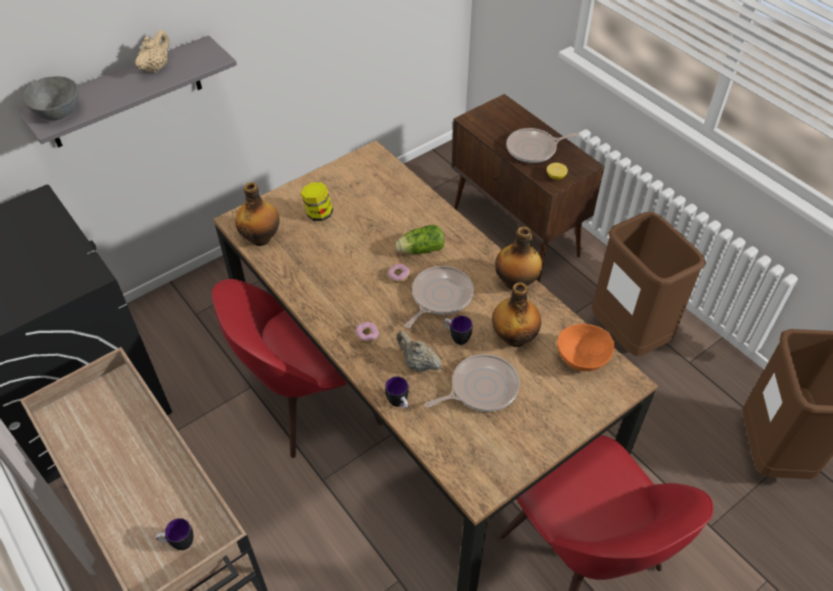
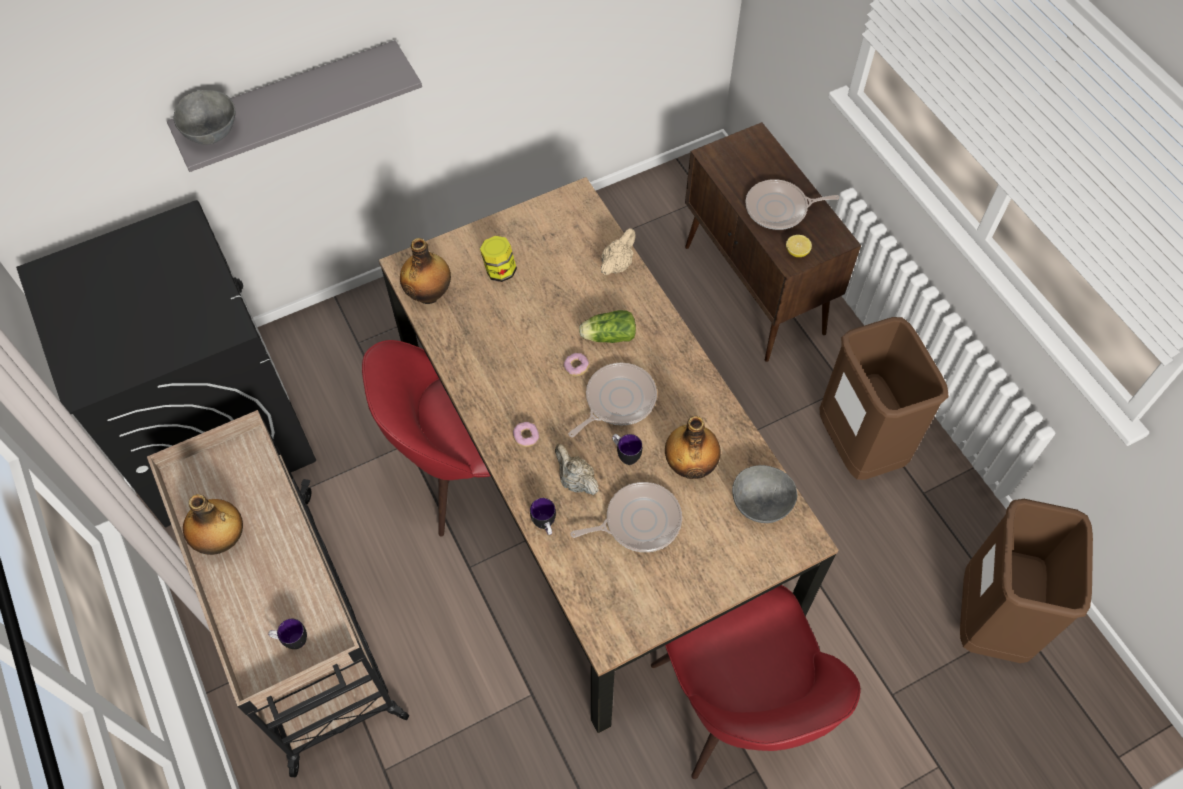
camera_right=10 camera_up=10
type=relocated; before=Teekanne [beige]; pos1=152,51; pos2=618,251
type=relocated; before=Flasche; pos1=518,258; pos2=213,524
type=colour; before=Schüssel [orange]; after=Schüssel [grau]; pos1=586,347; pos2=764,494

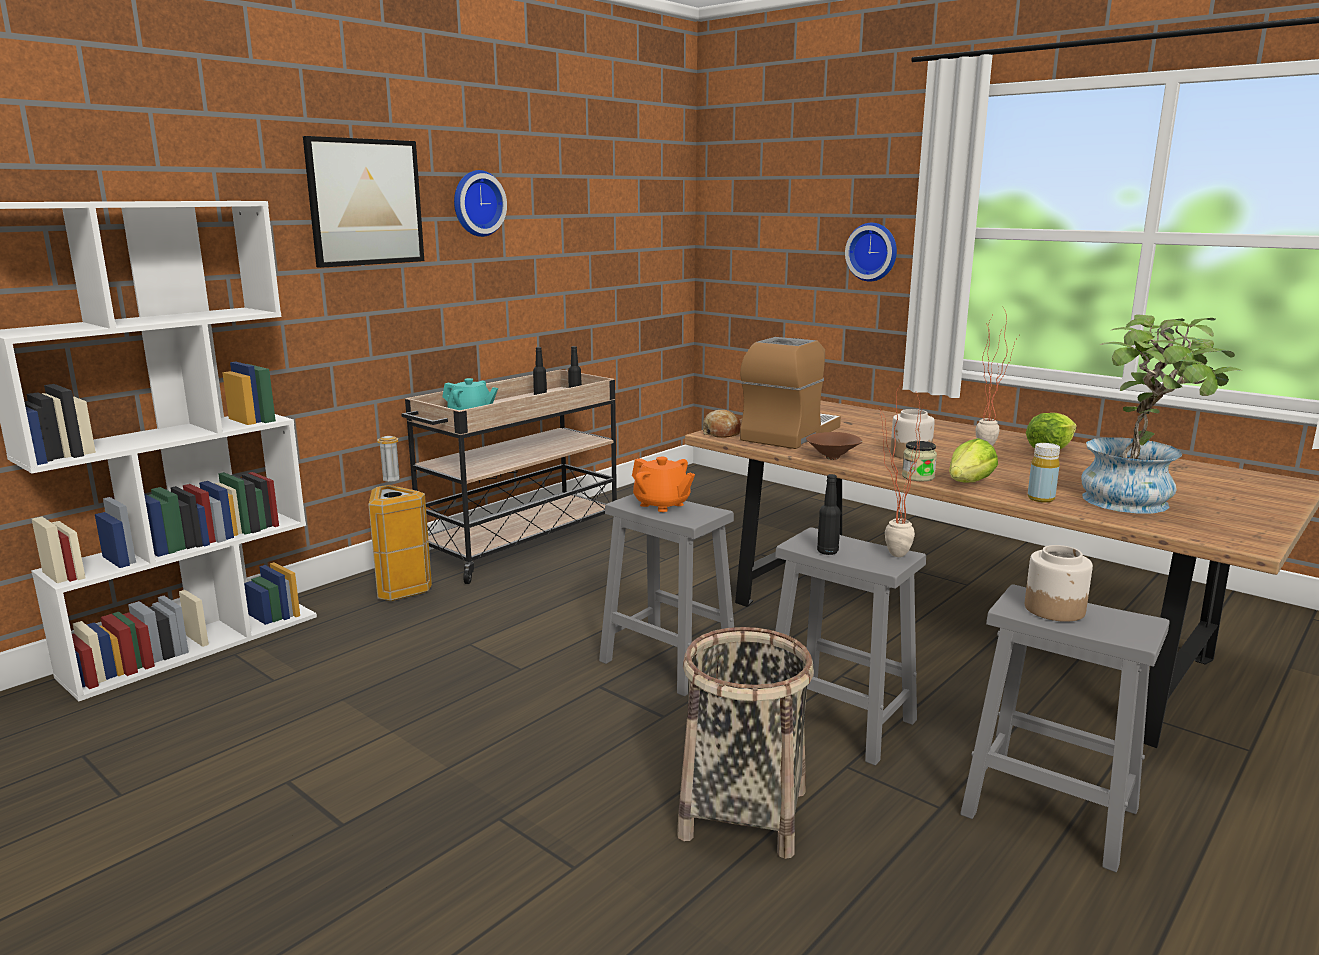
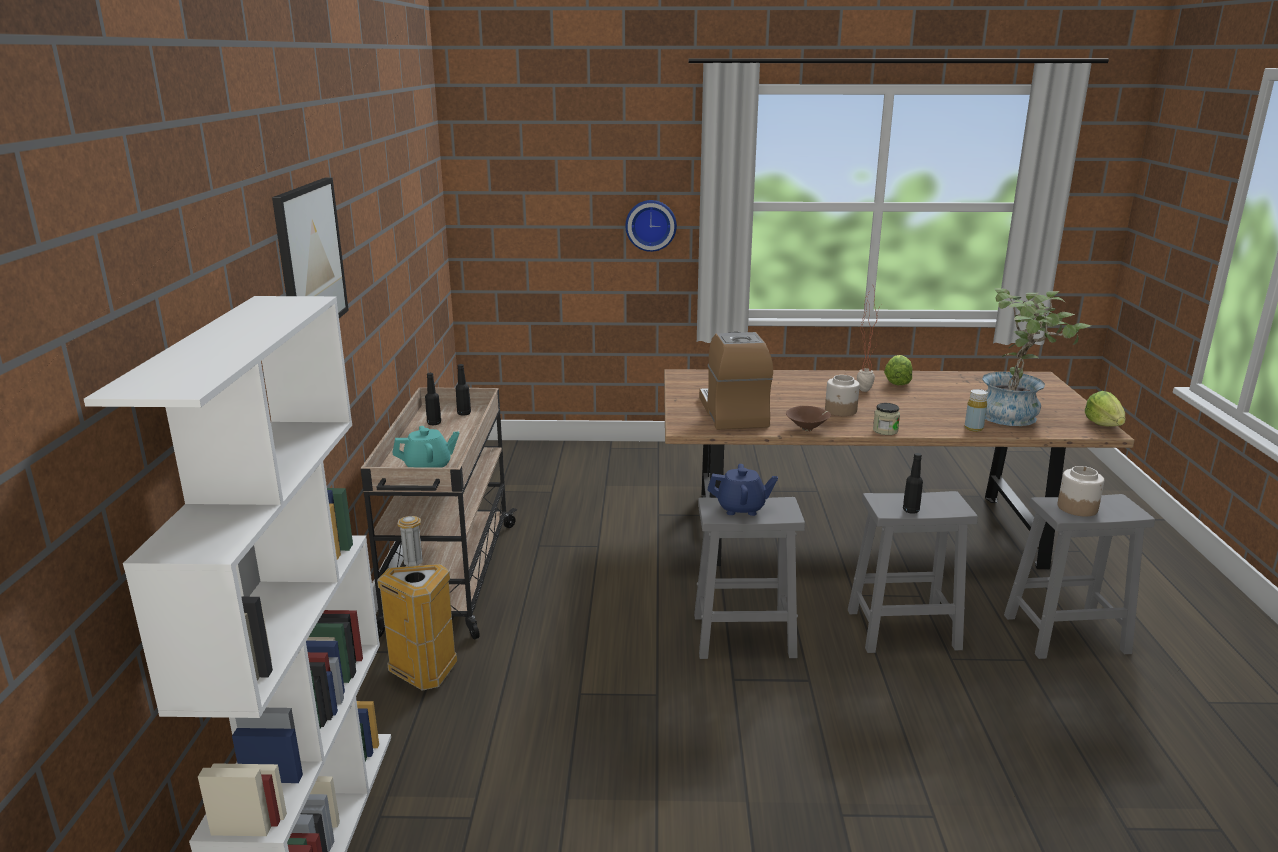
camera_right=-40 camera_up=5
type=missing; before=Wanduhr; pos1=480,203
type=missing; before=Topfpflanze; pos1=901,468
type=missing; before=Brot; pos1=722,424
type=relocated; before=Salatkopf; pos1=973,460; pos2=1105,408
type=colour; before=Teekanne [orange]; after=Teekanne [blau]; pos1=663,484; pos2=743,490
type=missing; before=Korb; pos1=745,743

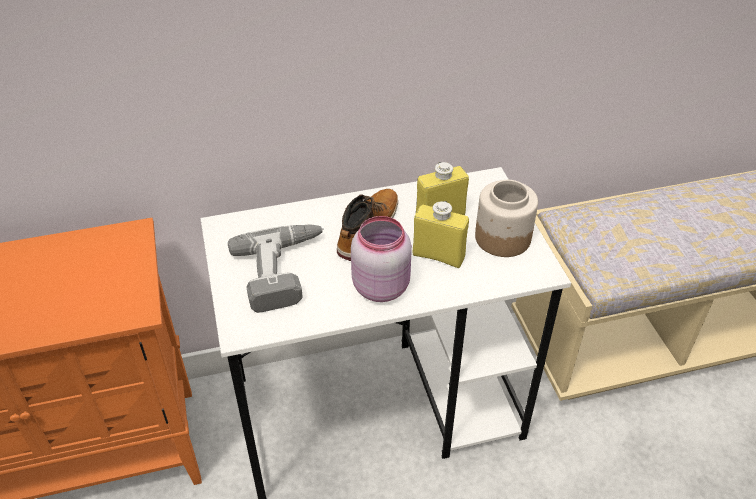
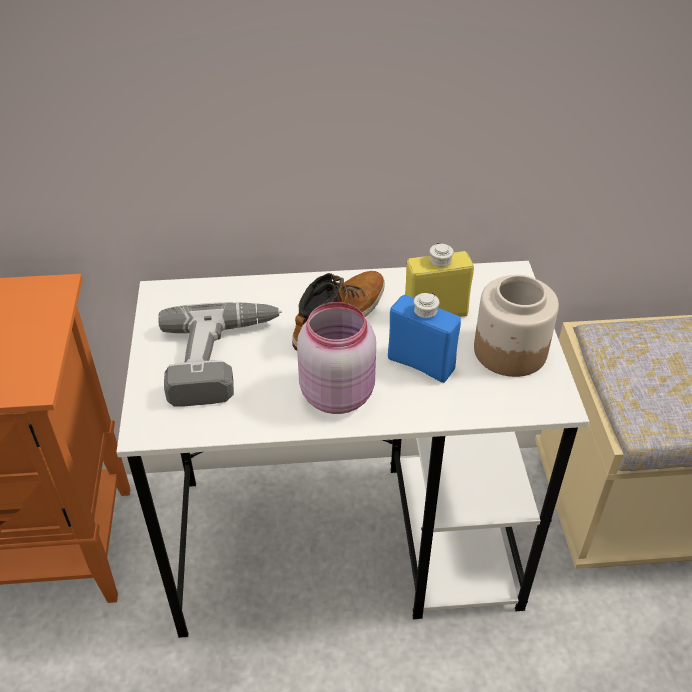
camera_right=10 camera_up=0
type=colour; before=Flasche [gelb]; after=Flasche [blau]; pos1=441,234; pos2=424,338

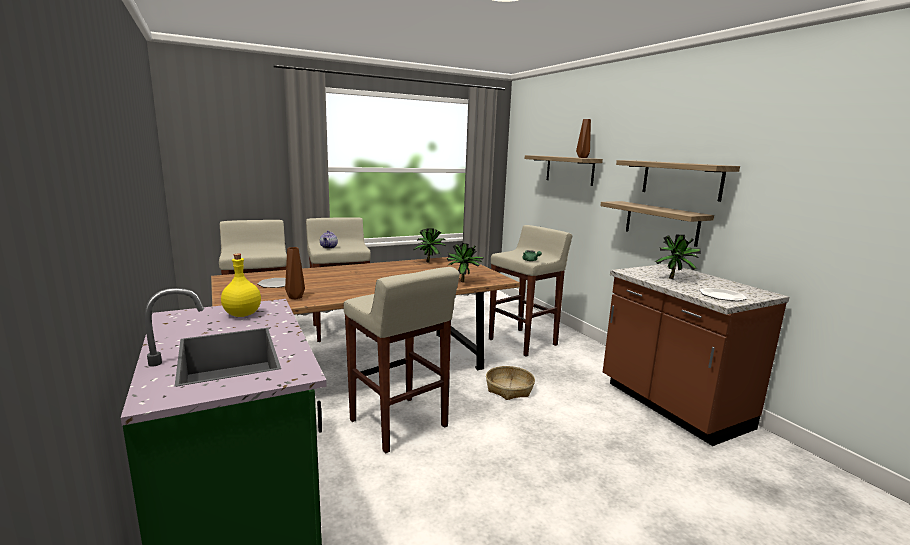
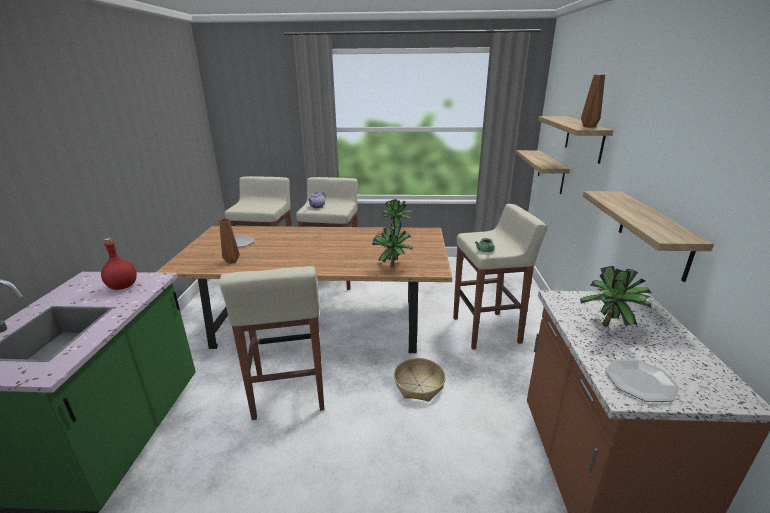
camera_right=30 camera_up=10
type=relocated; before=Wandregal; pos1=678,181; pos2=543,172
type=colour; before=Flasche [gelb]; after=Flasche [rot]; pos1=241,285; pos2=119,264

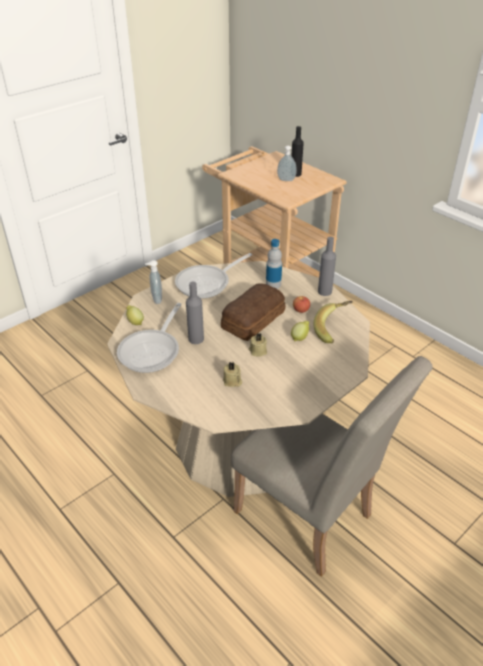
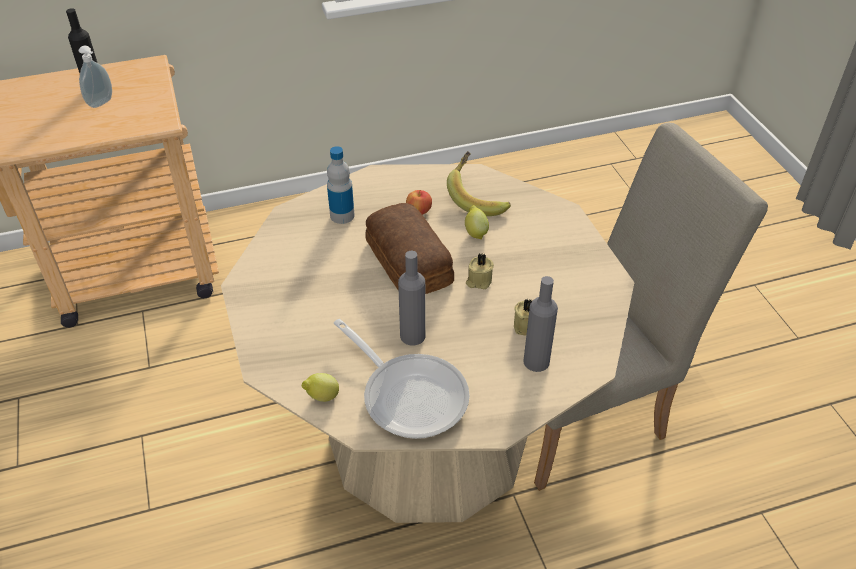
camera_right=-65 camera_up=5
type=relocated; before=Flasche [grau]; pos1=327,266; pos2=540,324
type=missing; before=Pfanne; pos1=213,276
type=missing; before=Seifenspender; pos1=153,282

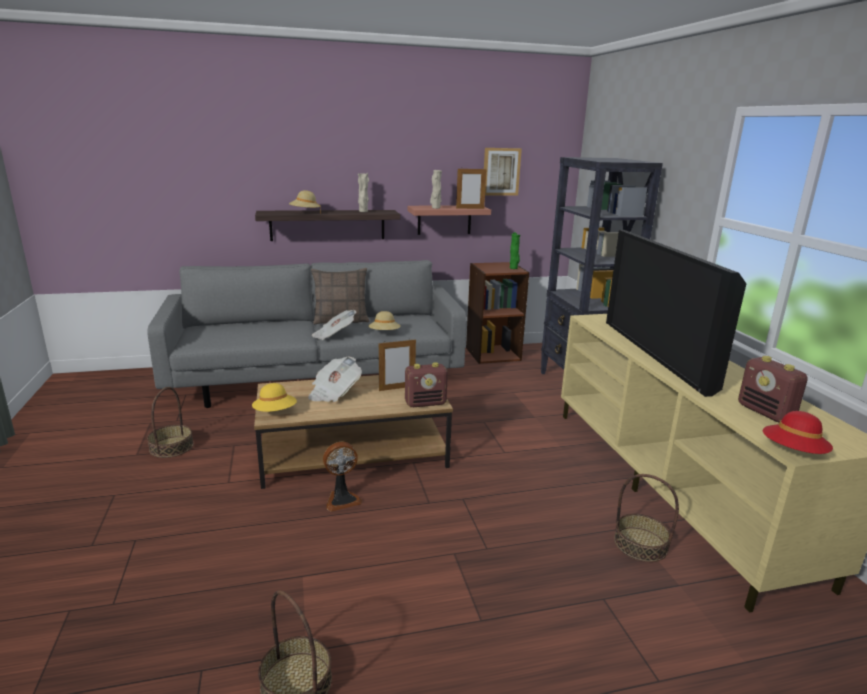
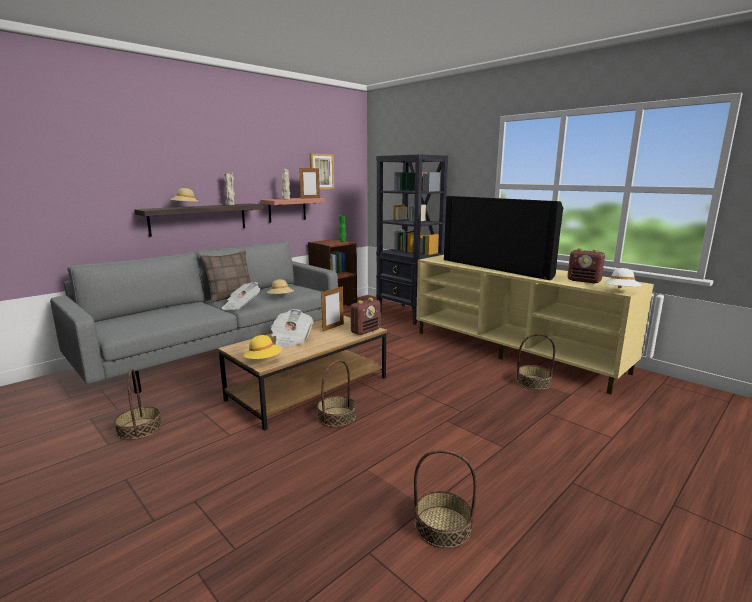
camera_right=-30 camera_up=-5
type=colour; before=Hut [rot]; after=Hut [weiß]; pos1=798,432; pos2=623,278
type=exchanged; before=Ventilator; after=Korb; pos1=343,477; pos2=336,393

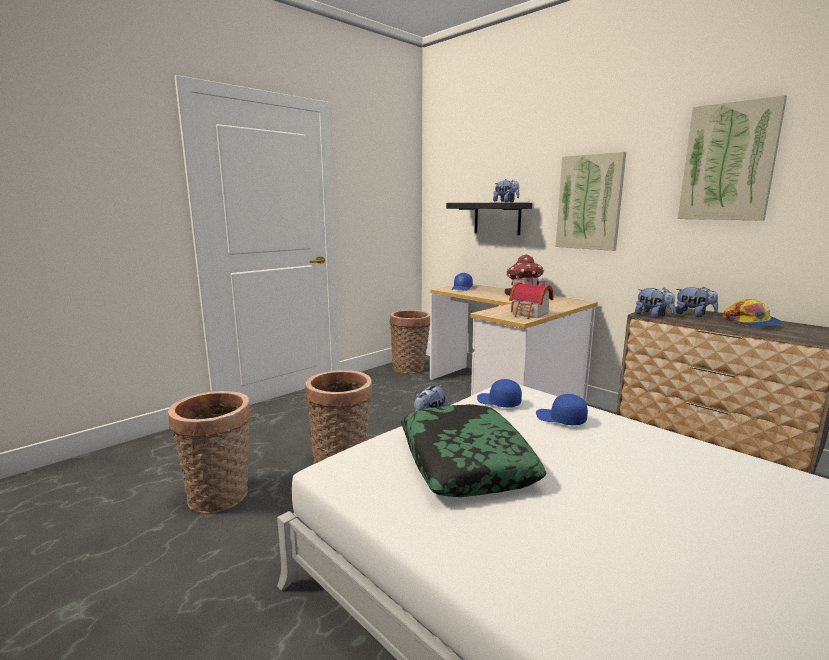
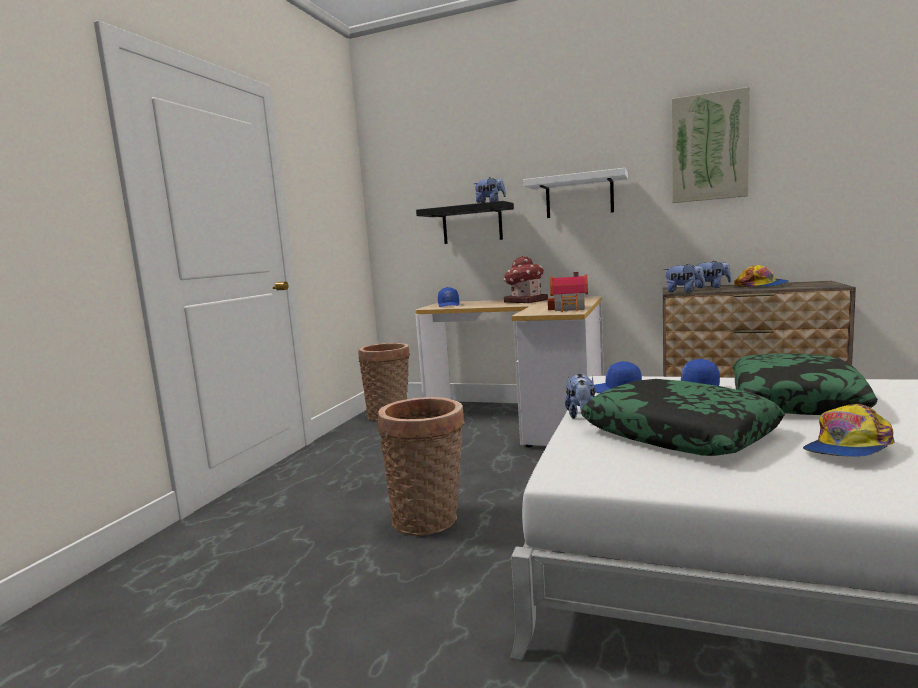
camera_right=-25 camera_up=-5
type=exchanged; before=Bild; after=Wandregal [weiß]; pos1=591,201; pos2=576,193
type=missing; before=Korb; pos1=209,452
type=appeared; after=Kissen; pos2=805,384
type=appeared; after=Kappe; pos2=849,430

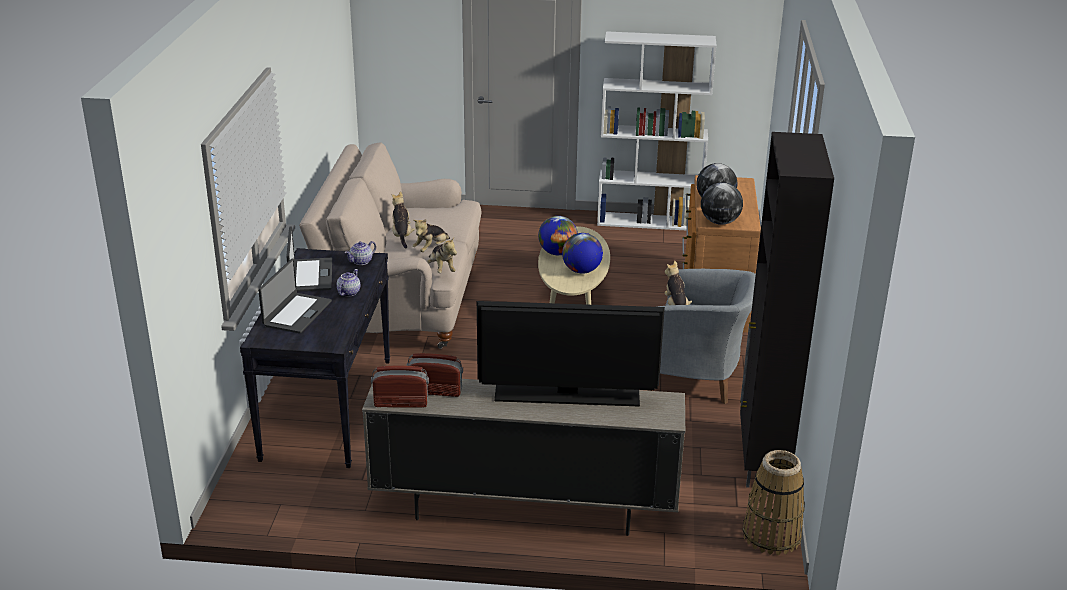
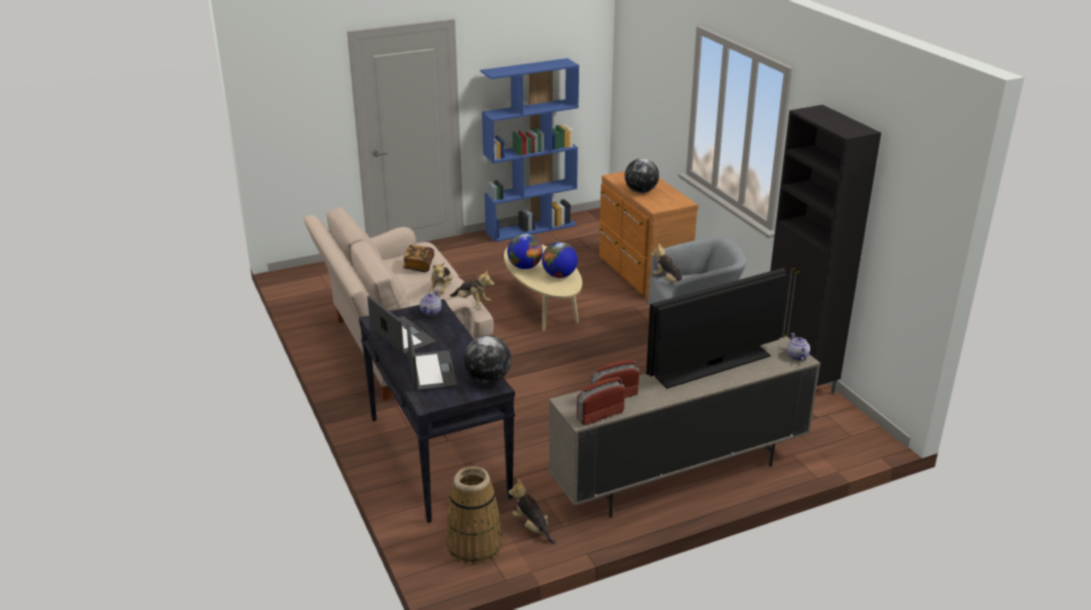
camera_right=-30 camera_up=0
type=colour; before=Bücherregal [weiß]; after=Bücherregal [blau]; pos1=657,131; pos2=530,150
type=relocated; before=Globus; pos1=722,203; pos2=487,359
type=relocated; before=Plüschtier; pos1=403,219; pos2=532,511
type=relocated; before=Teekanne; pos1=349,283; pos2=798,347
type=relocated; before=Korb; pos1=774,502; pos2=474,516
type=appeared; after=Buch; pos2=418,258

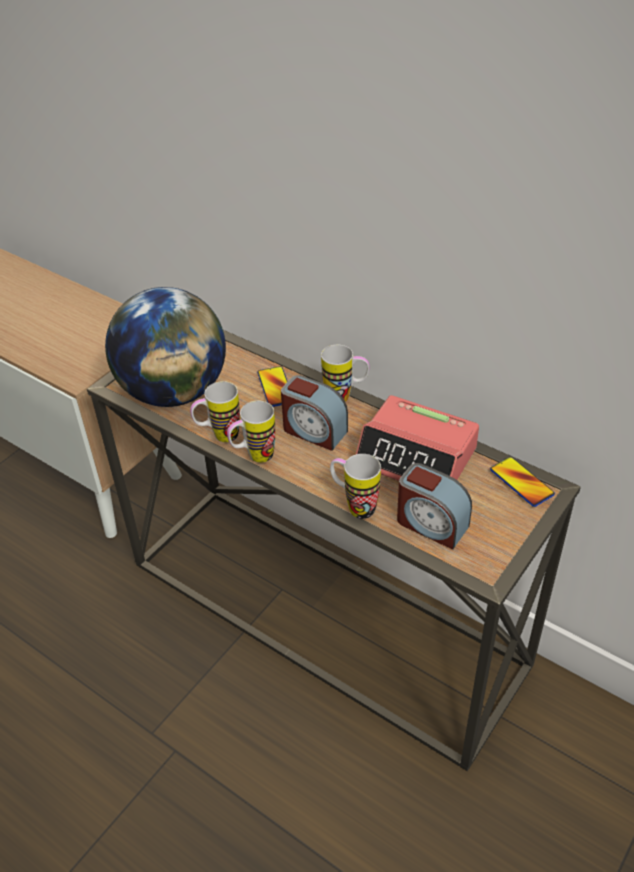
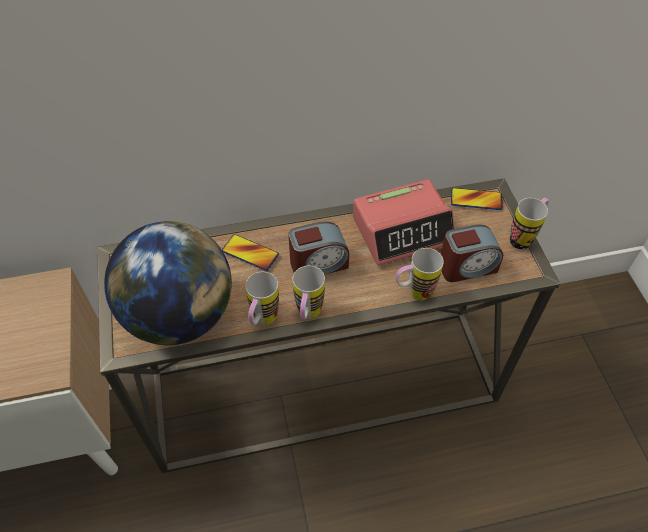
camera_right=-50 camera_up=10
type=relocated; before=Henkelbecher; pos1=345,373; pos2=529,224

